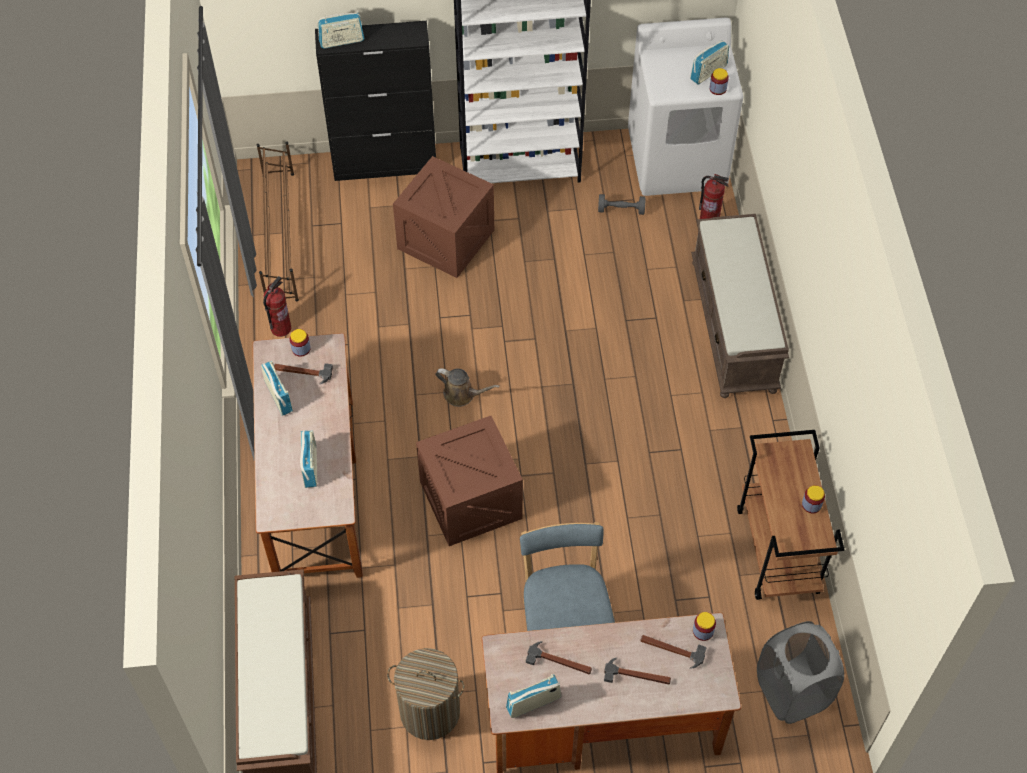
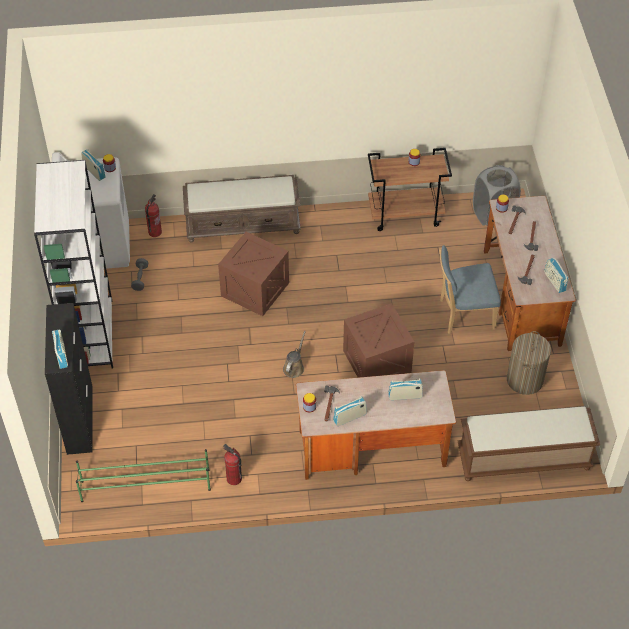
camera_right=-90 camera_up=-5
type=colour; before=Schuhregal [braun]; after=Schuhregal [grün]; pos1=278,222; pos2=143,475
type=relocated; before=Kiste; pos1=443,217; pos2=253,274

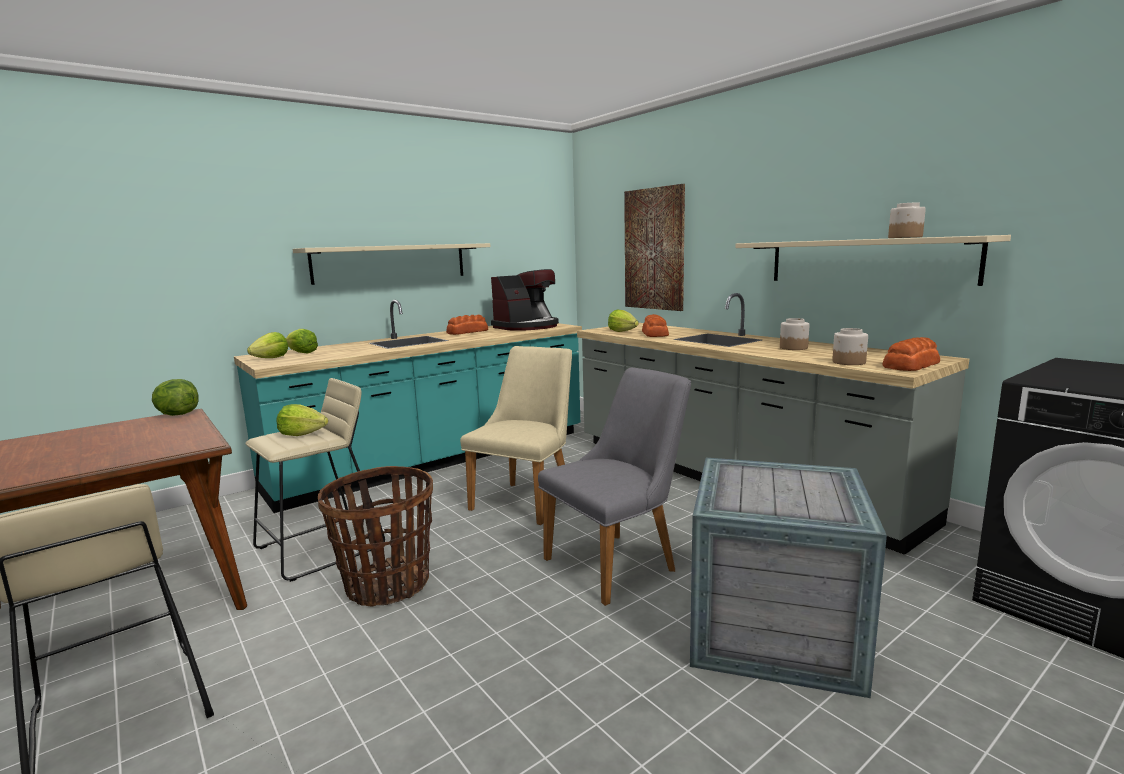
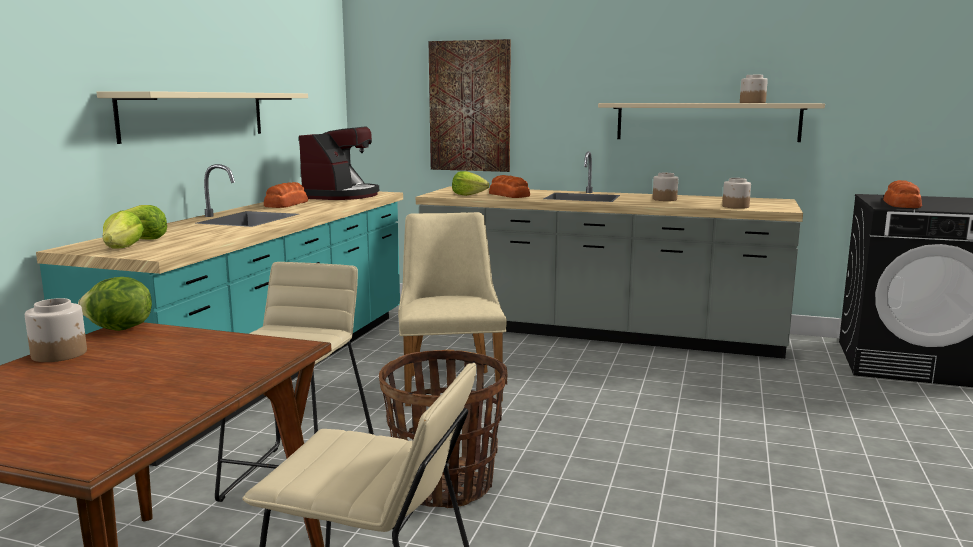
camera_right=-35 camera_up=0
type=relocated; before=Brot; pos1=911,354; pos2=902,194
type=missing; before=Stuhl [grau]; pos1=614,486
type=missing; before=Salatkopf; pos1=302,420
type=missing; before=Kiste; pos1=788,578
type=appeared; after=Vorratsglas; pos2=56,330

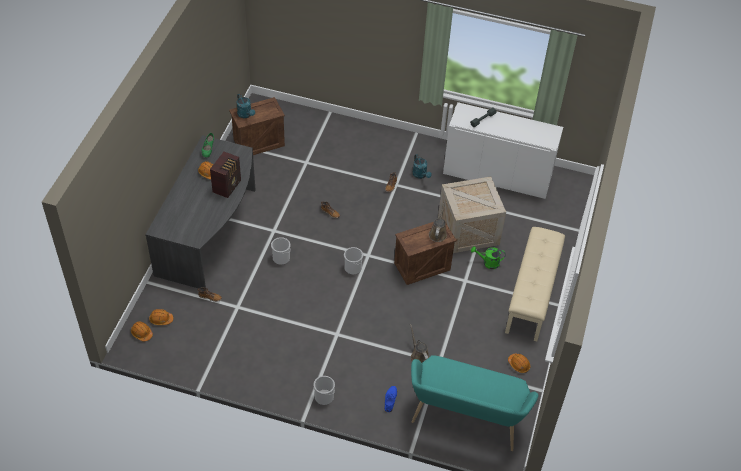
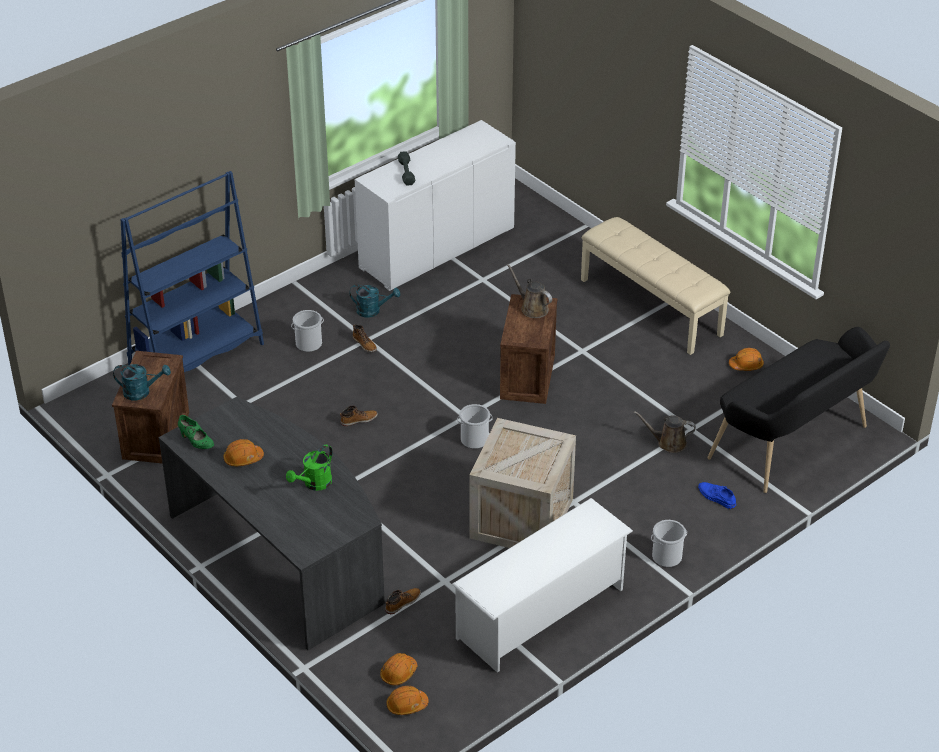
camera_right=-55 camera_up=-10
type=missing; before=Radio; pos1=225,174
type=relocated; before=Kiste; pos1=472,215; pos2=522,483
type=relocated; before=Eimer; pos1=281,251; pos2=307,331
type=relocated; before=Gießkanne [grün]; pos1=488,257; pos2=309,468
type=colour; before=Bank [türkis]; after=Bank [schwarz]; pos1=474,403; pos2=798,410
type=appeared; after=Bücherregal [blau]; pos2=192,271
type=appeared; after=Schuhregal [weiß]; pos2=542,585

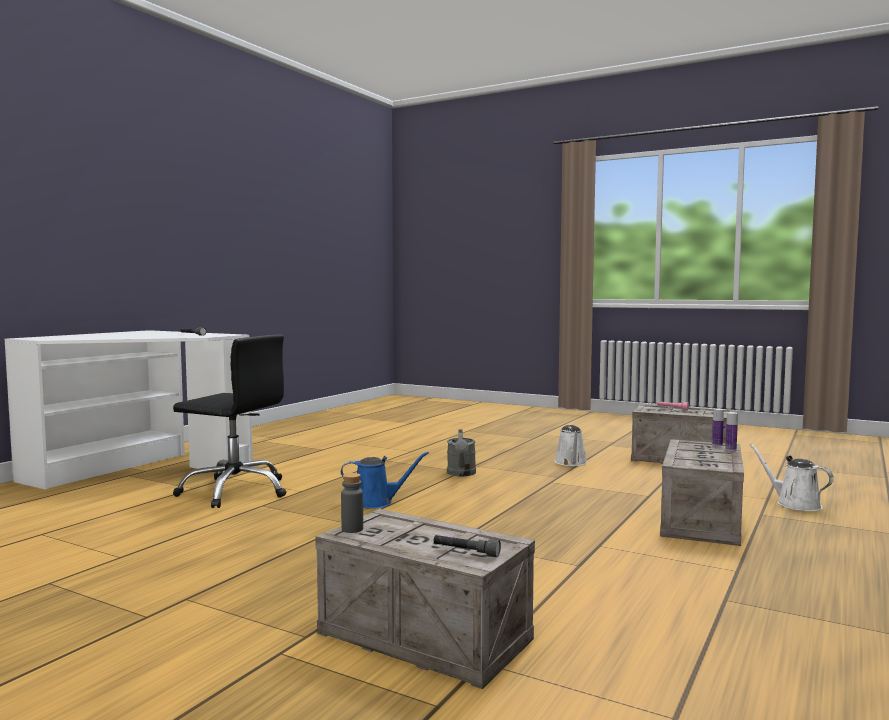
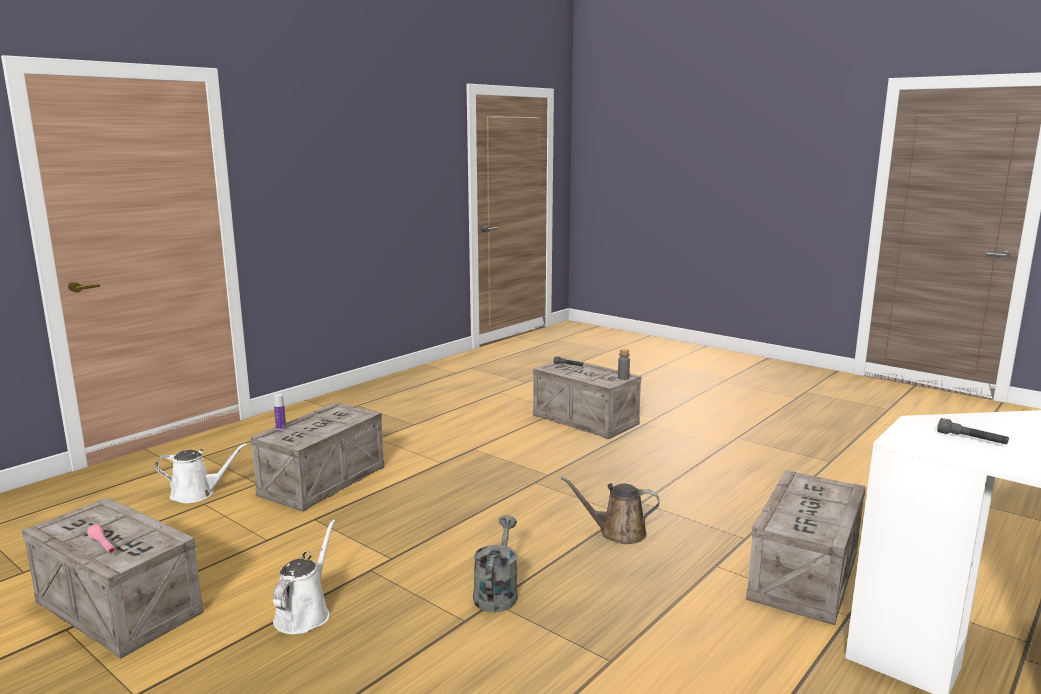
camera_right=-170 camera_up=10
type=exchanged; before=Bürostuhl [schwarz]; after=Kiste; pos1=229,421; pos2=806,547
type=missing; before=Flasche; pos1=718,427
type=spun; before=Gießkanne [weiß]; pos1=791,477; pos2=201,473; turn=-75
type=colour; before=Gießkanne [blau]; after=Gießkanne [braun]; pos1=385,480; pos2=610,510

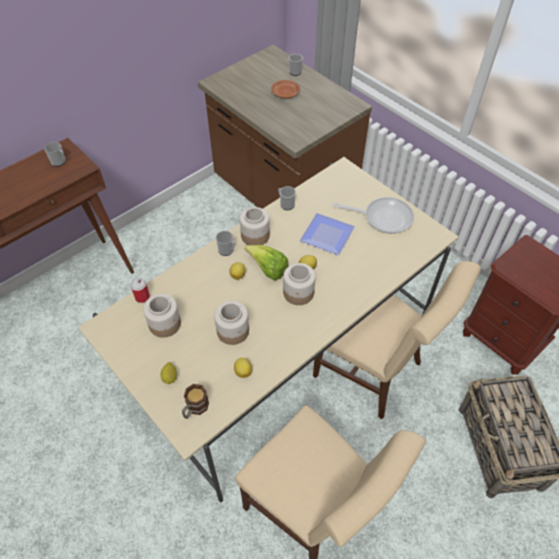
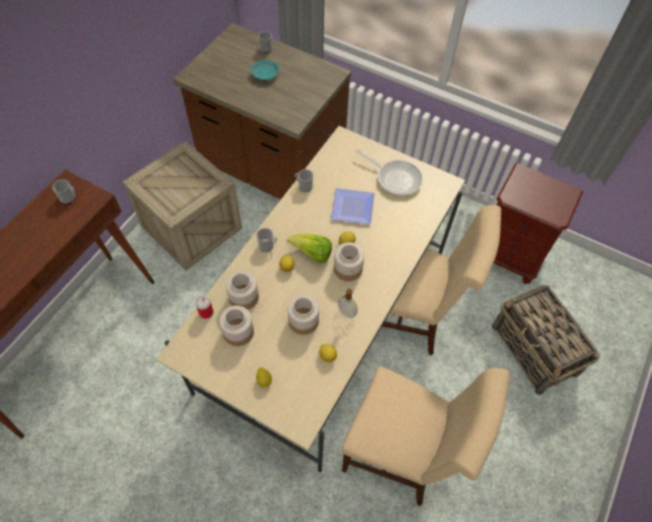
camera_right=-20 camera_up=5
type=colour; before=Teller [braun]; after=Teller [türkis]; pos1=285,89; pos2=265,70
type=spun; before=Pfanne; pos1=373,215; pos2=389,172; turn=45
type=relocated; before=Vorratsglas; pos1=255,226; pos2=242,290
type=missing; before=Henkelbecher; pos1=195,401
type=appeared; after=Kiste; pos2=182,205
type=appeared; after=Seifenspender; pos2=348,303

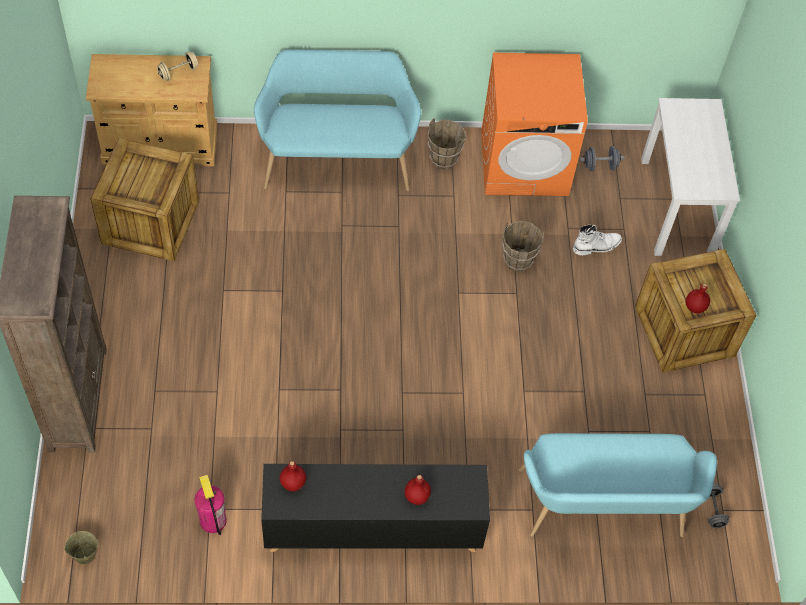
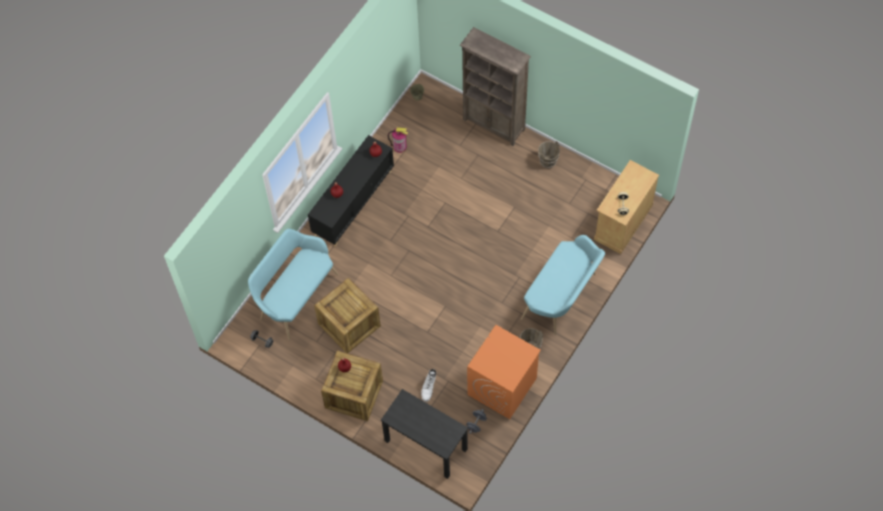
camera_right=130 camera_up=5
type=colour; before=Schreibtisch [weiß]; after=Schreibtisch [schwarz]; pos1=690,177; pos2=424,434
type=relocated; before=Kiste; pos1=144,199; pos2=347,315
type=relocated; before=Eimer [braun]; pos1=523,246; pos2=549,155

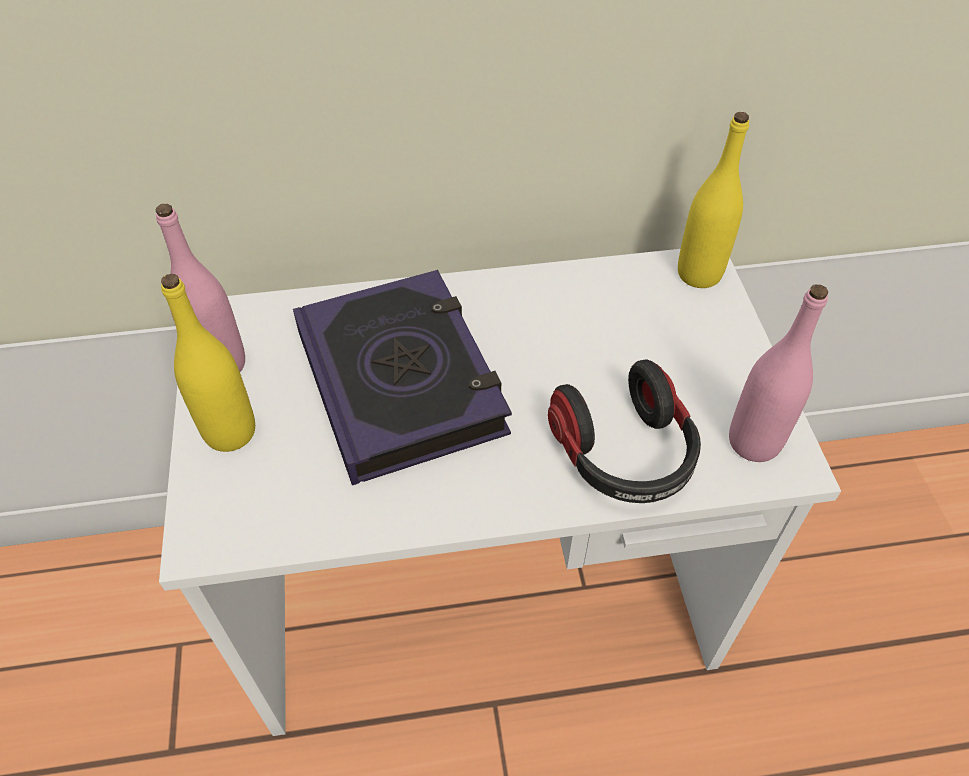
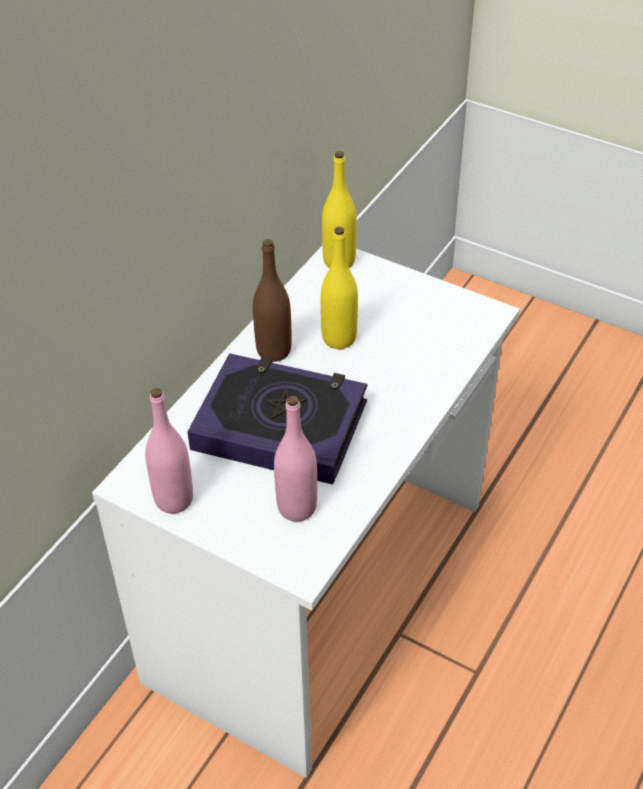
camera_right=-50 camera_up=-5
type=relocated; before=Flasche [gelb]; pos1=208,363; pos2=339,288
type=relocated; before=Flasche [rosa]; pos1=778,373; pos2=295,459
type=missing; before=Kopfhörer; pos1=624,431
type=appeared; after=Flasche [braun]; pos2=272,300

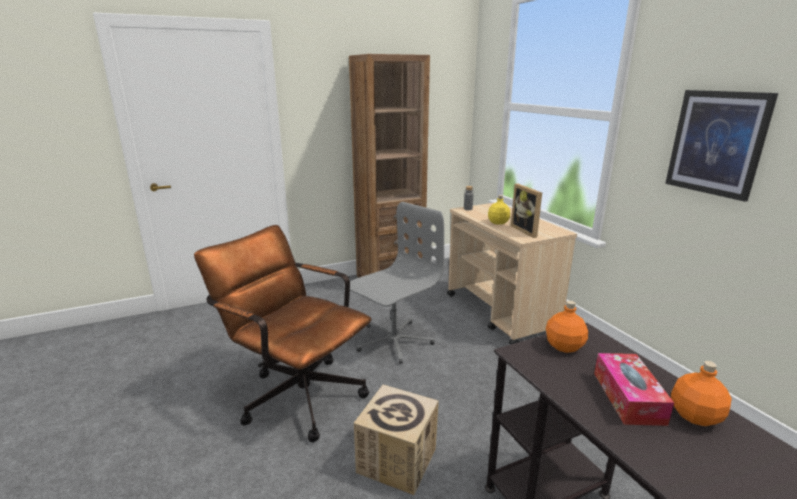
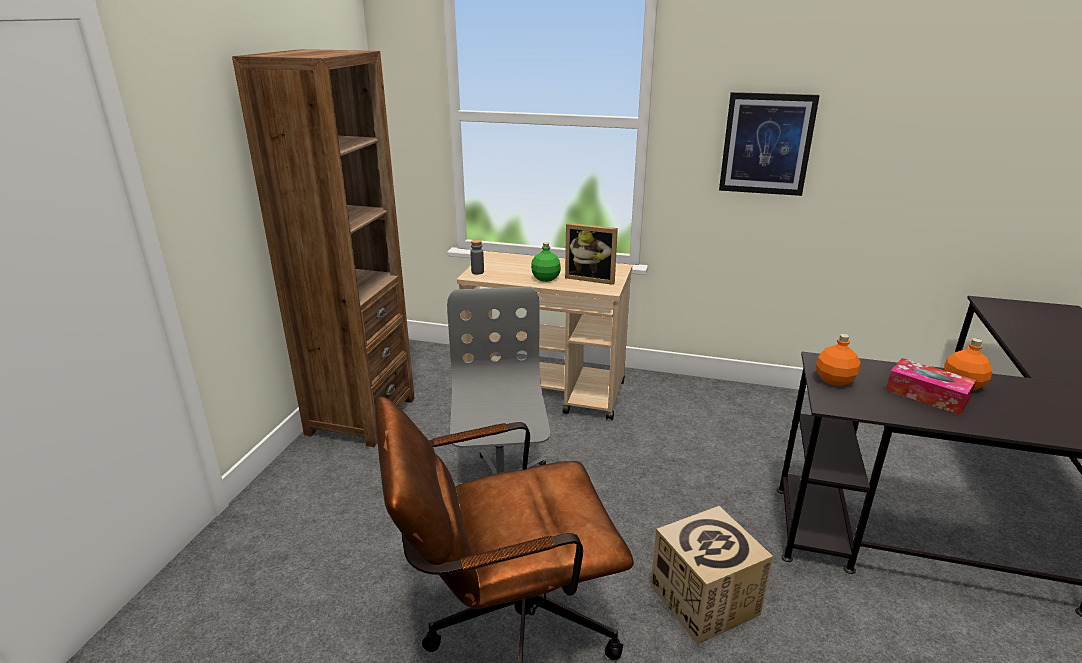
camera_right=-50 camera_up=5
type=colour; before=Flasche [gelb]; after=Flasche [grün]; pos1=499,210; pos2=546,262

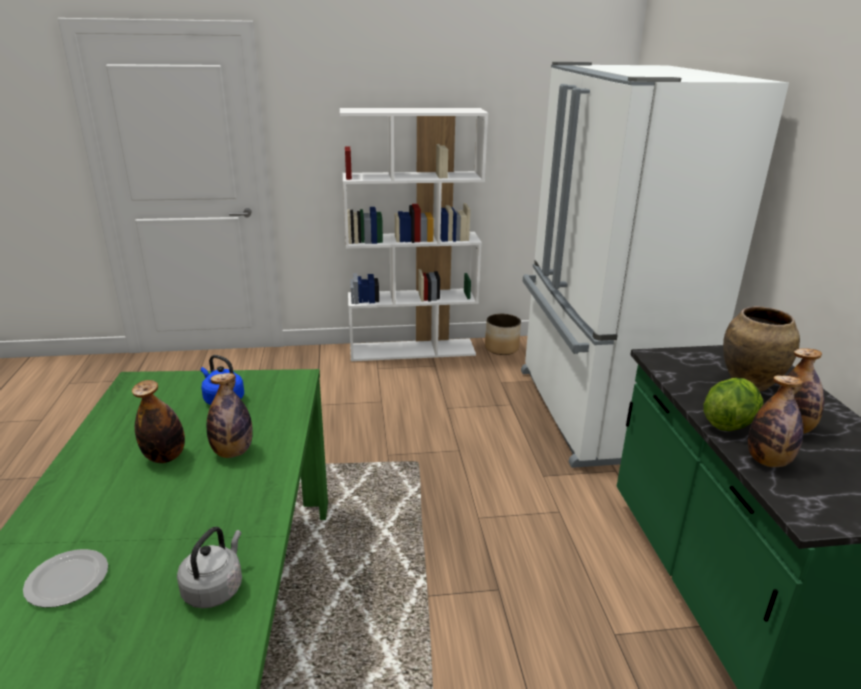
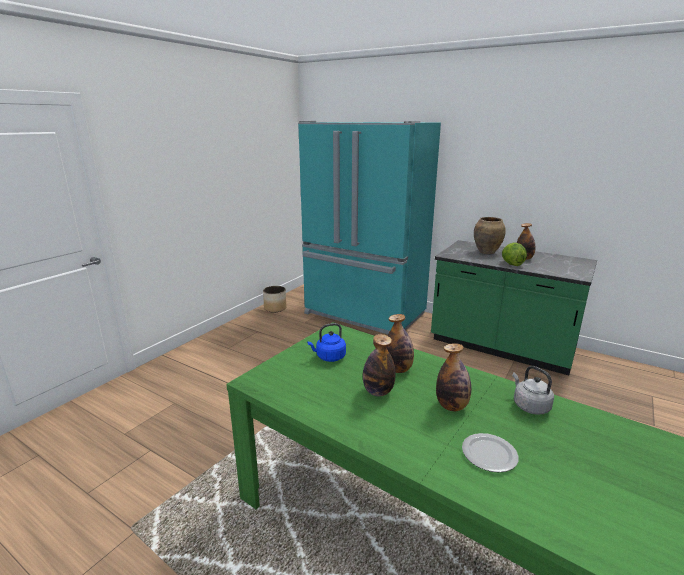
camera_right=-50 camera_up=-5
type=colour; before=Kühlschrank [weiß]; after=Kühlschrank [türkis]; pos1=655,265; pos2=369,227
type=missing; before=Bücherregal [weiß]; pos1=414,234
type=relocated; before=Flasche; pos1=776,421; pos2=453,377

